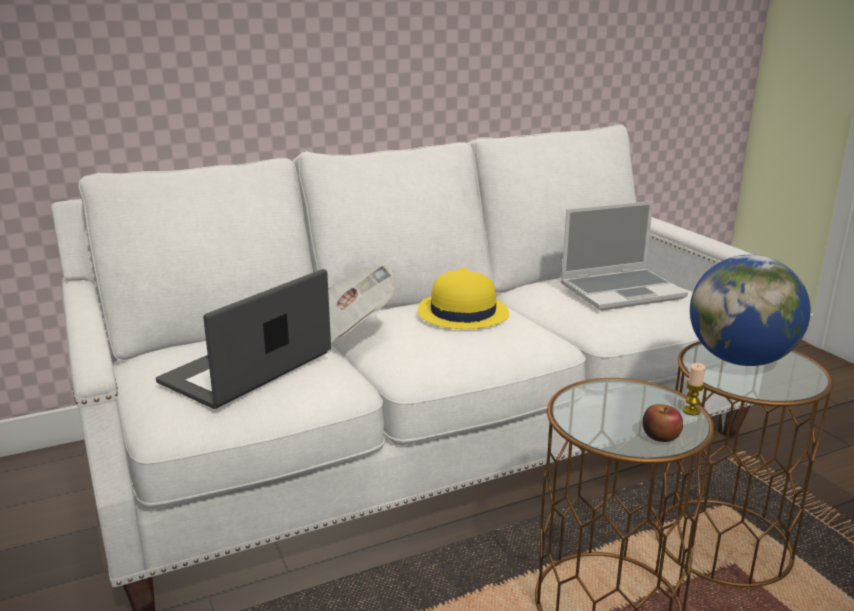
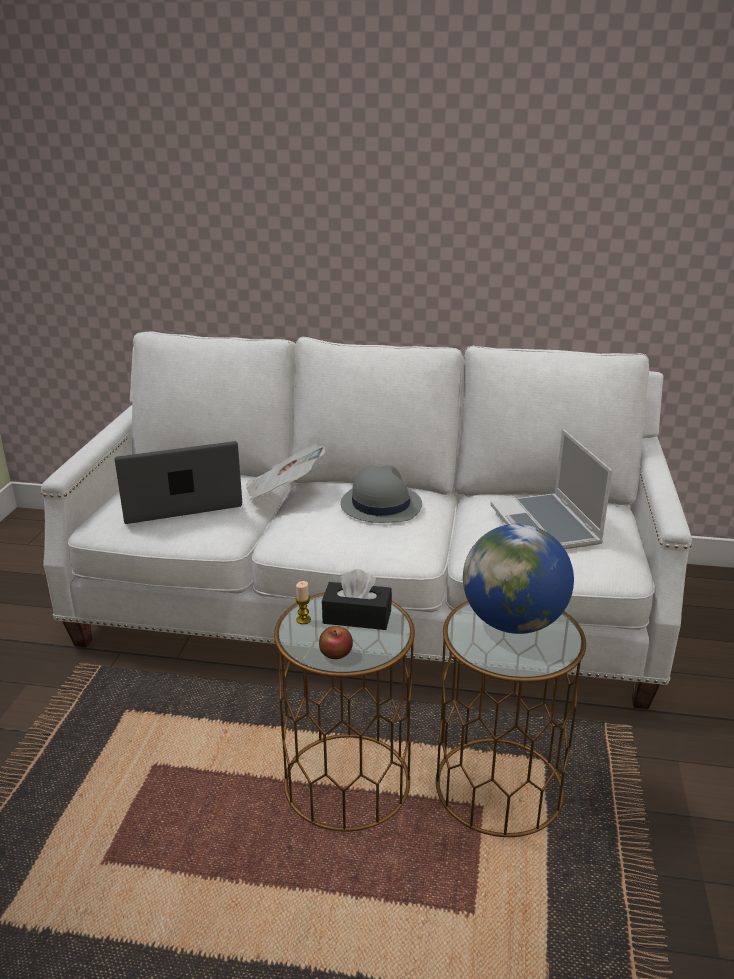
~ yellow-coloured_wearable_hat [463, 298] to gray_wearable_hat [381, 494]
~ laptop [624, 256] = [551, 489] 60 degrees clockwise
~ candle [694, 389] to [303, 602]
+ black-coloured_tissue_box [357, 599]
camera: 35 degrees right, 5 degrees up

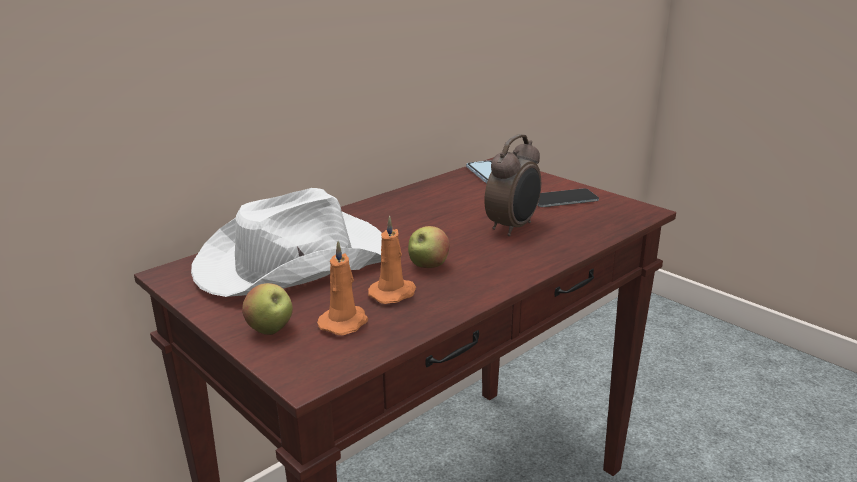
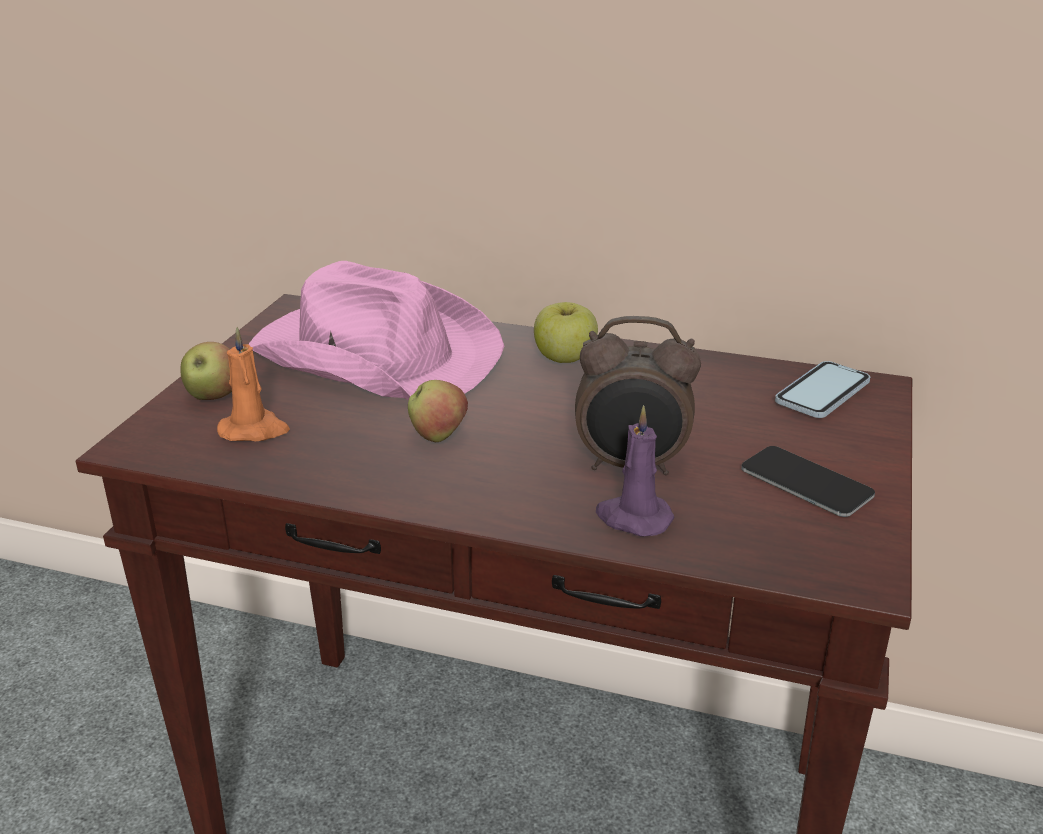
~ white_wearable_hat [286, 242] to pink-coloured_wearable_hat [376, 330]
- orangey_candle [392, 260]
+ apple_fruit [566, 332]
+ purple_candle [635, 470]
camera: 60 degrees right, 5 degrees up

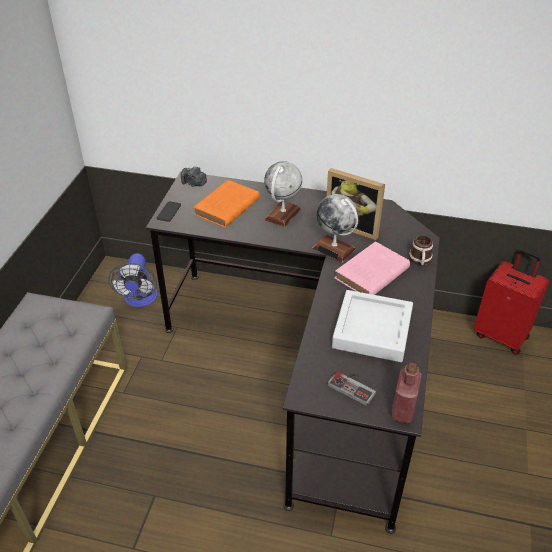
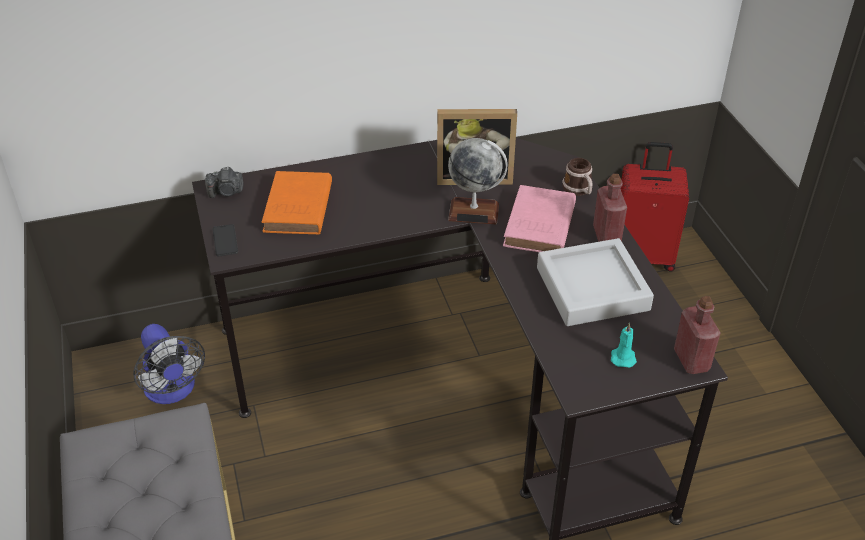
- desk_globe [283, 194]
~ game_controller [351, 388] to blue-green_candle [624, 345]
+ reddish_beverage_bottle [610, 208]
camera: 30 degrees left, 0 degrees up

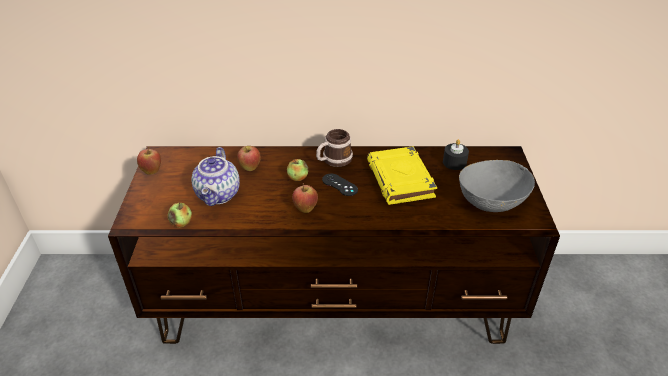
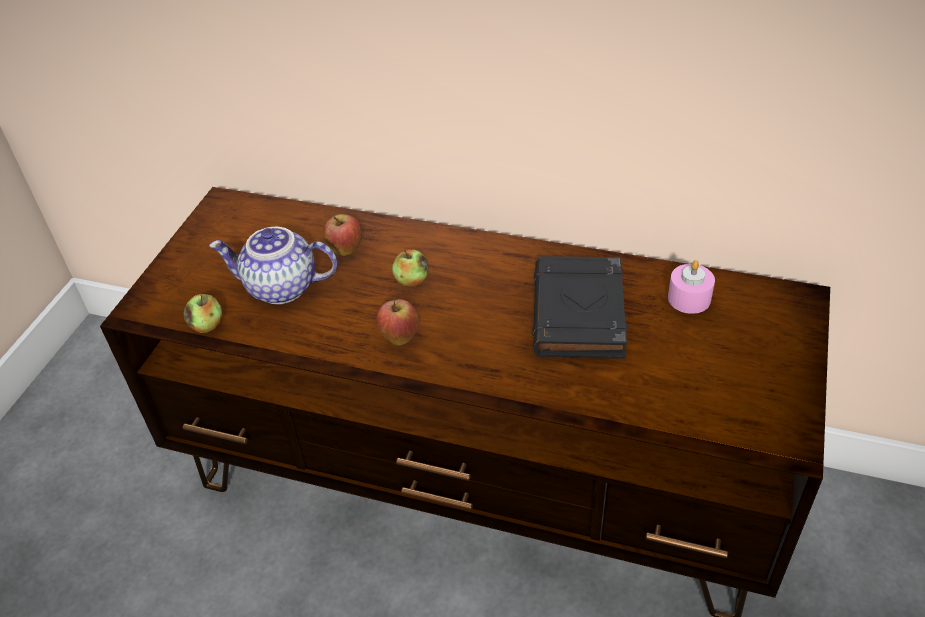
- apple_fruit [149, 161]
~ tea_pot [215, 176] = [273, 265] 75 degrees clockwise
- coffee_mug [334, 148]
- black-coloured_game_controller [340, 185]
~ yellow-coloured_bound_book [402, 175] to black-coloured_bound_book [580, 307]
~ black-coloured_candle [456, 154] to pink-coloured_candle [691, 287]
- gray_serving_bowl [497, 186]
camera: 20 degrees right, 5 degrees up

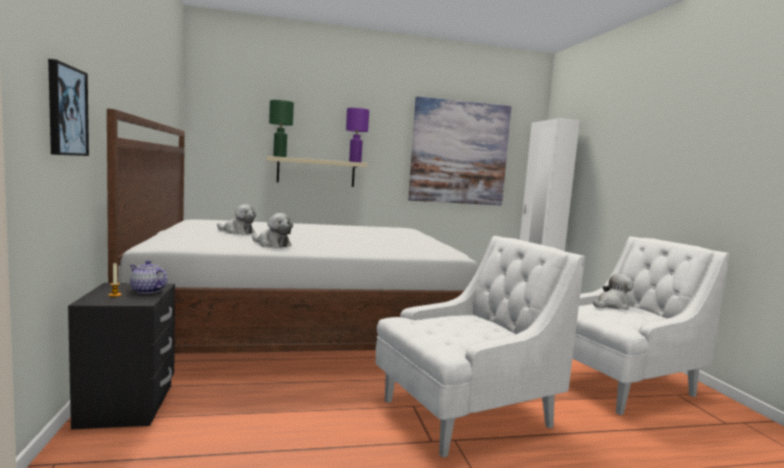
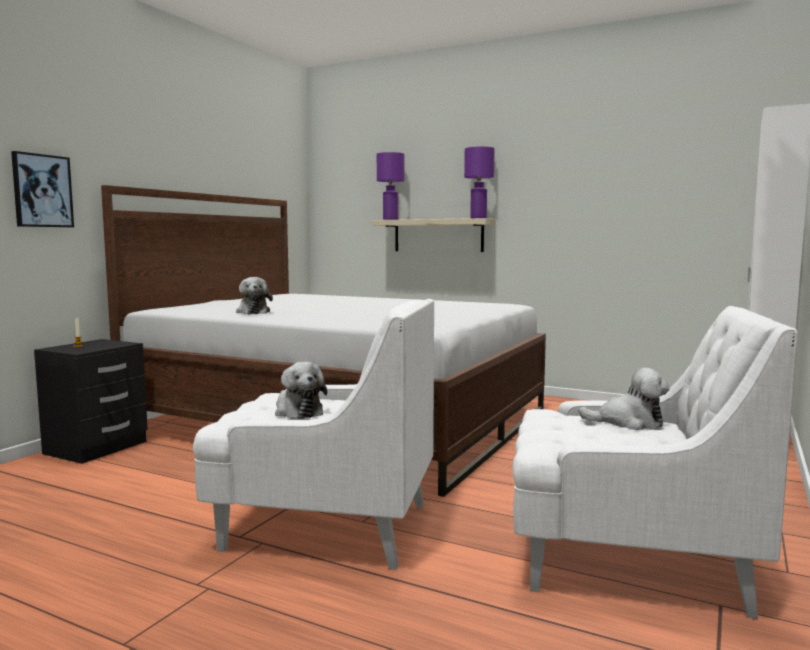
- tea_pot [149, 277]
~ cuddly_toy [236, 219] to [301, 390]
~ green_lamp_for_a_table [281, 128] to purple_lamp_for_a_table [391, 186]
- wall_art [460, 150]
camera: 40 degrees right, 0 degrees up

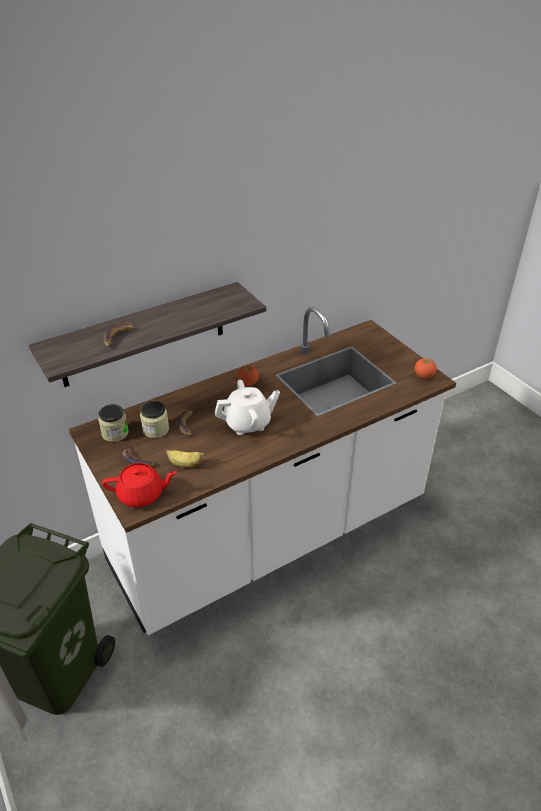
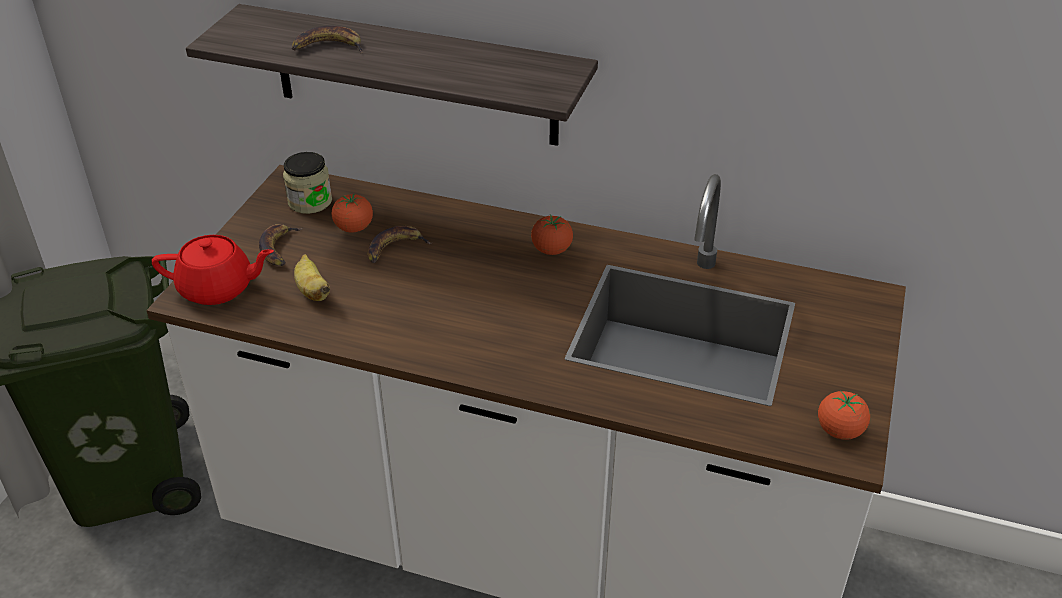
~ reddish_tea_pot [140, 485] = [213, 270] 45 degrees counterclockwise
~ jar [154, 419] to tomato [352, 213]
- white_tea_pot [247, 407]
camera: 50 degrees right, 0 degrees up

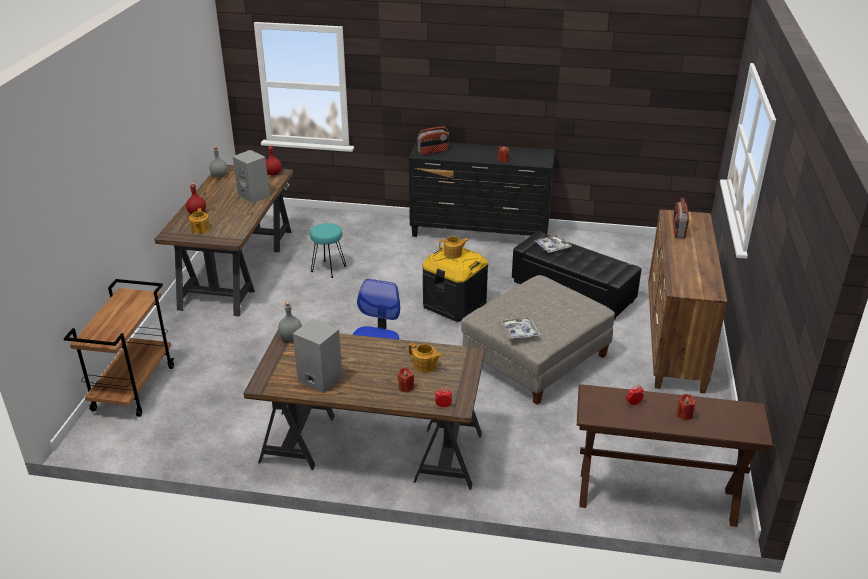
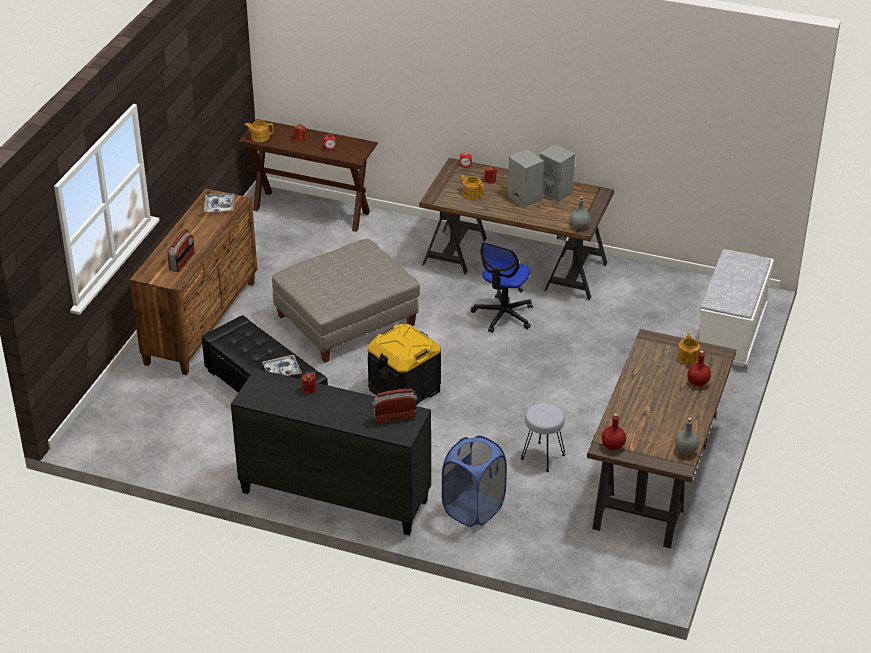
~ brown_trolley [119, 348] to white_long_seat [736, 308]
~ gray_speaker [251, 176] to [526, 178]
~ blue-green_stool [328, 250] to gray_stool [543, 437]
~ tea_pot [453, 247] to [259, 131]
~ carrying_tray [521, 328] to [219, 203]
+ bluish_laundry_basket [474, 481]
camera: 170 degrees left, 5 degrees up

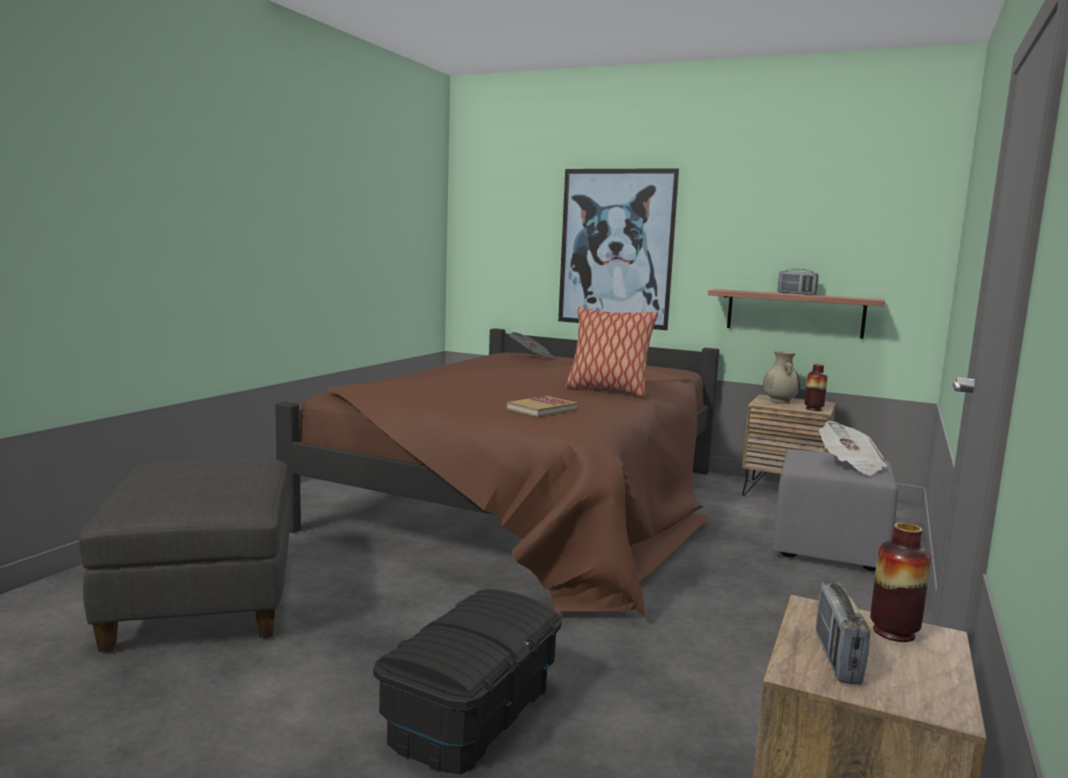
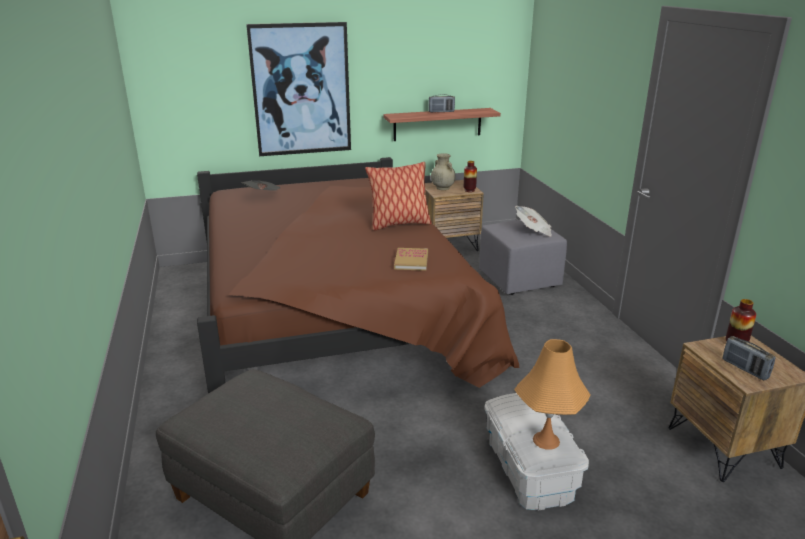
~ black-coloured_storage_container [467, 682] to white_storage_container [537, 452]
+ orangey_lamp_for_a_table [552, 394]
camera: 40 degrees left, 15 degrees up

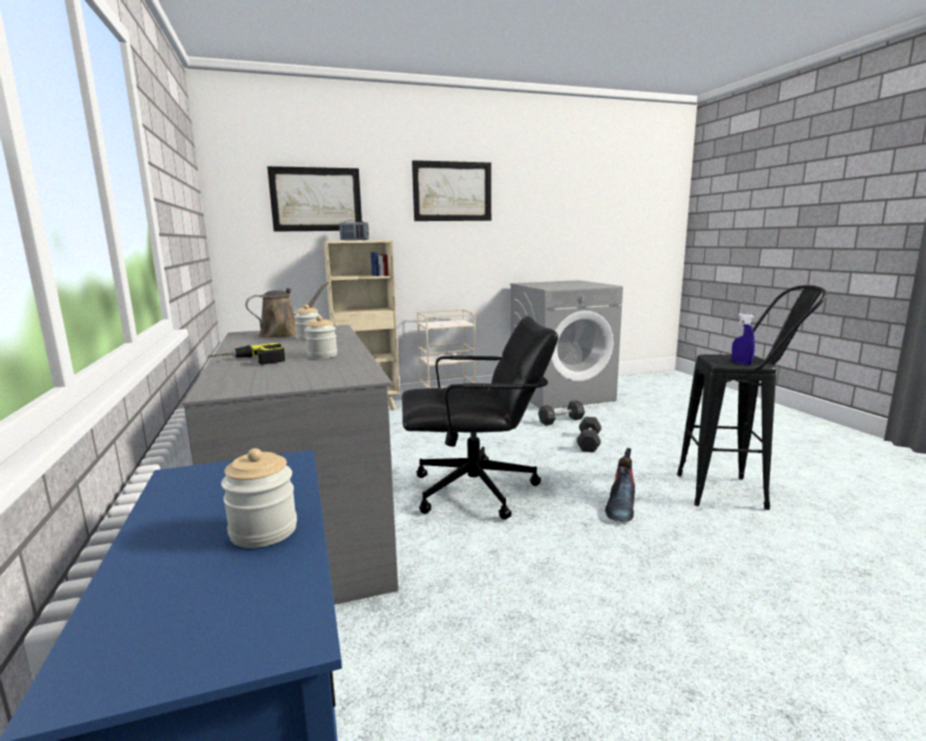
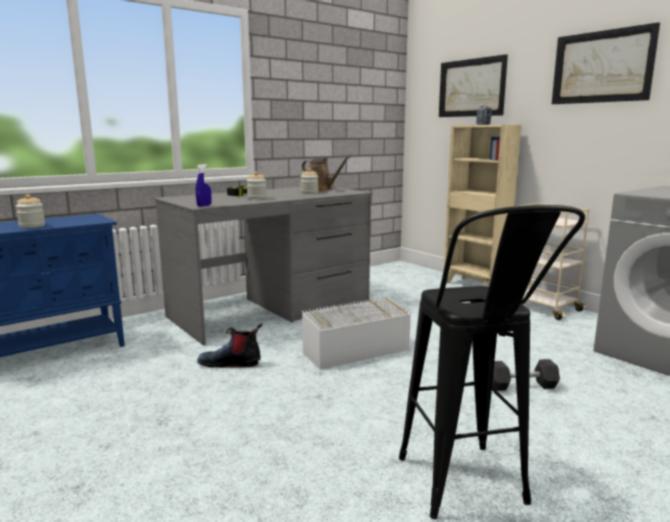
~ black-coloured_computer_chair [480, 417] to white_storage_container [356, 333]
- black-coloured_free_weight [561, 413]
~ boot [620, 485] to [230, 345]
~ bluish_spray_bottle [743, 339] to [203, 185]
camera: 70 degrees right, 0 degrees up

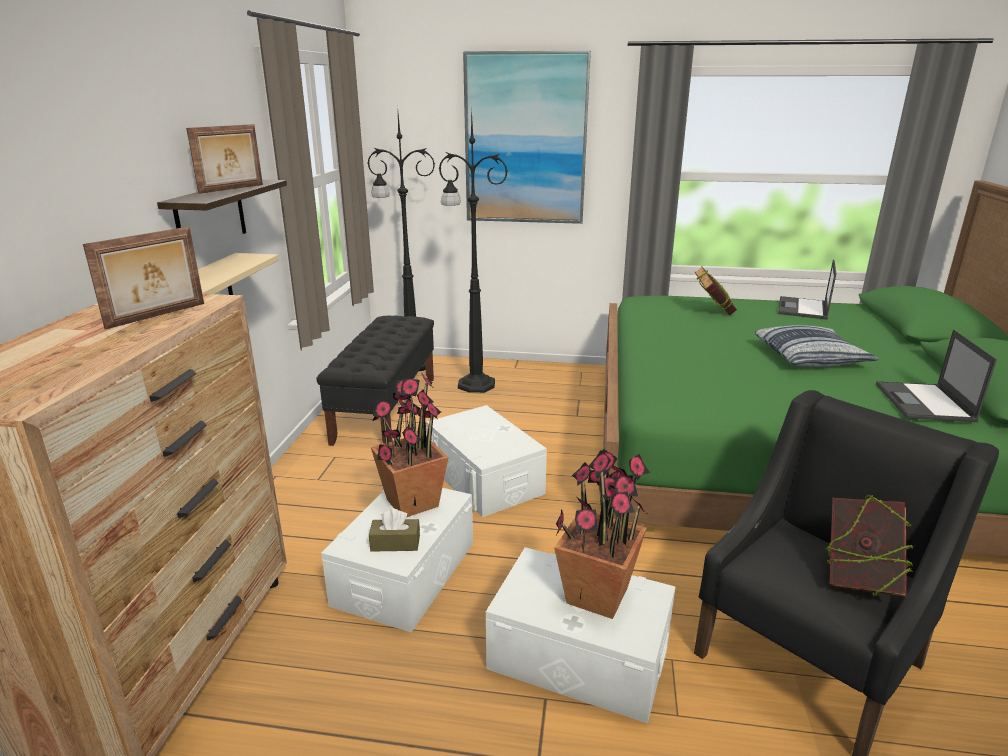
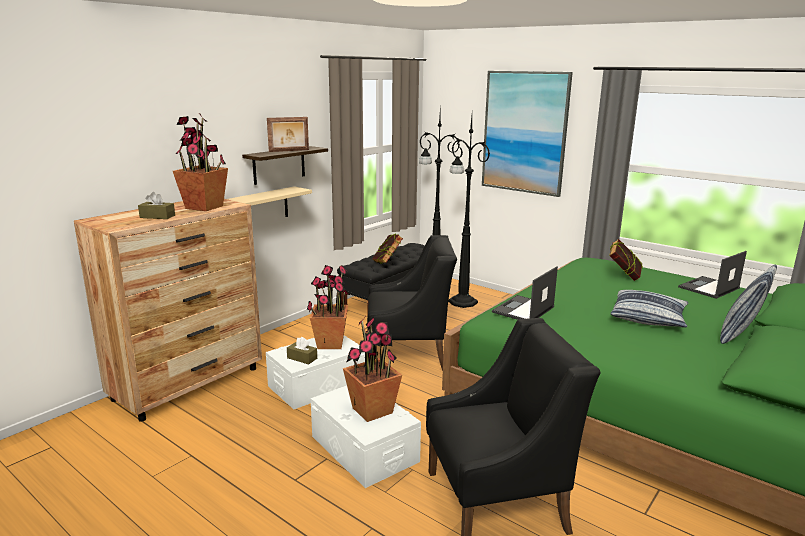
~ standing_frame [143, 278] to houseplant [200, 162]
~ white_storage_container [486, 461] to black-coloured_easy_chair [412, 303]
~ bound_book [869, 546] to [387, 248]
~ laptop [936, 376] to [525, 293]
+ brown_tissue_box [156, 205]
+ pillow [748, 304]
camera: 30 degrees right, 5 degrees down

